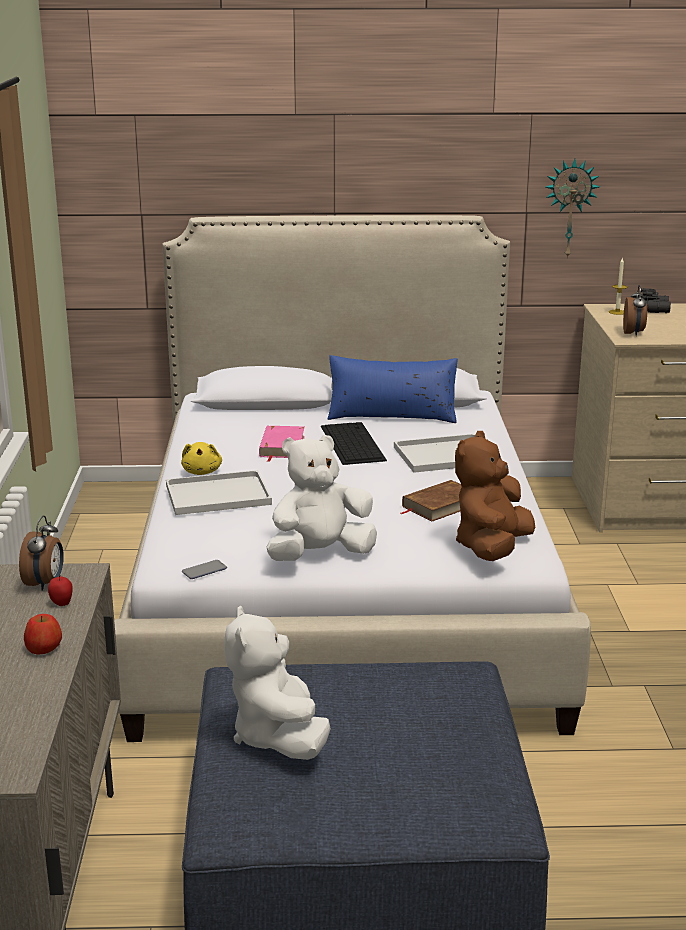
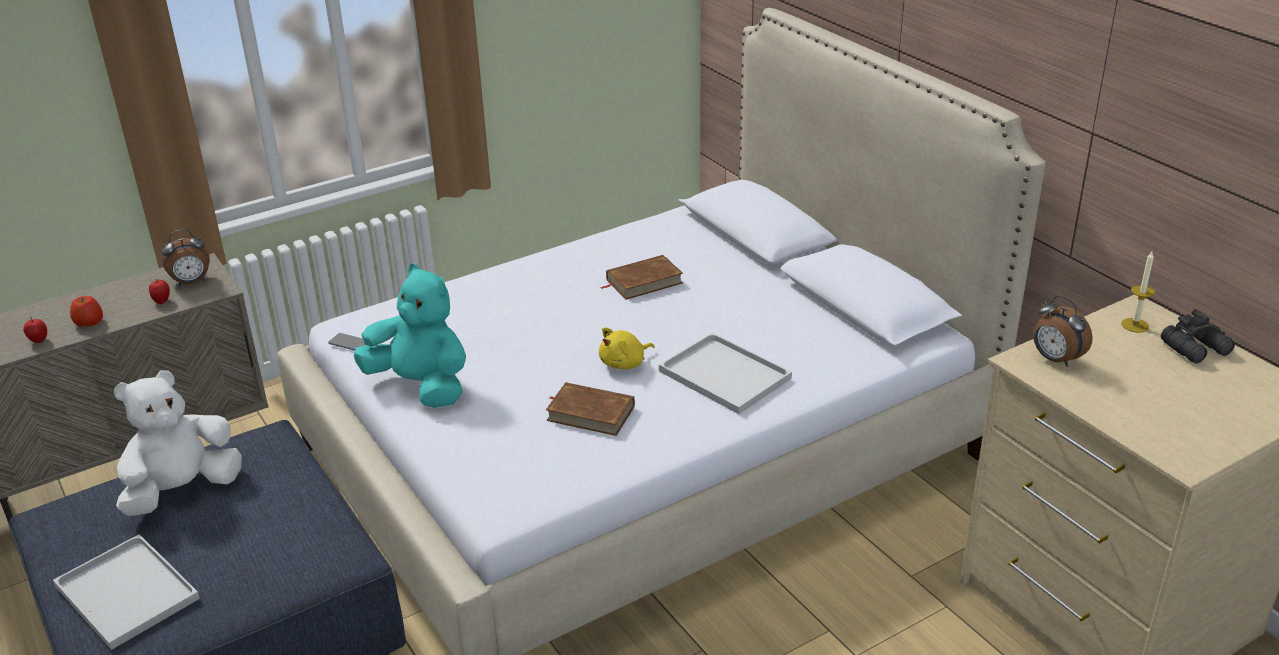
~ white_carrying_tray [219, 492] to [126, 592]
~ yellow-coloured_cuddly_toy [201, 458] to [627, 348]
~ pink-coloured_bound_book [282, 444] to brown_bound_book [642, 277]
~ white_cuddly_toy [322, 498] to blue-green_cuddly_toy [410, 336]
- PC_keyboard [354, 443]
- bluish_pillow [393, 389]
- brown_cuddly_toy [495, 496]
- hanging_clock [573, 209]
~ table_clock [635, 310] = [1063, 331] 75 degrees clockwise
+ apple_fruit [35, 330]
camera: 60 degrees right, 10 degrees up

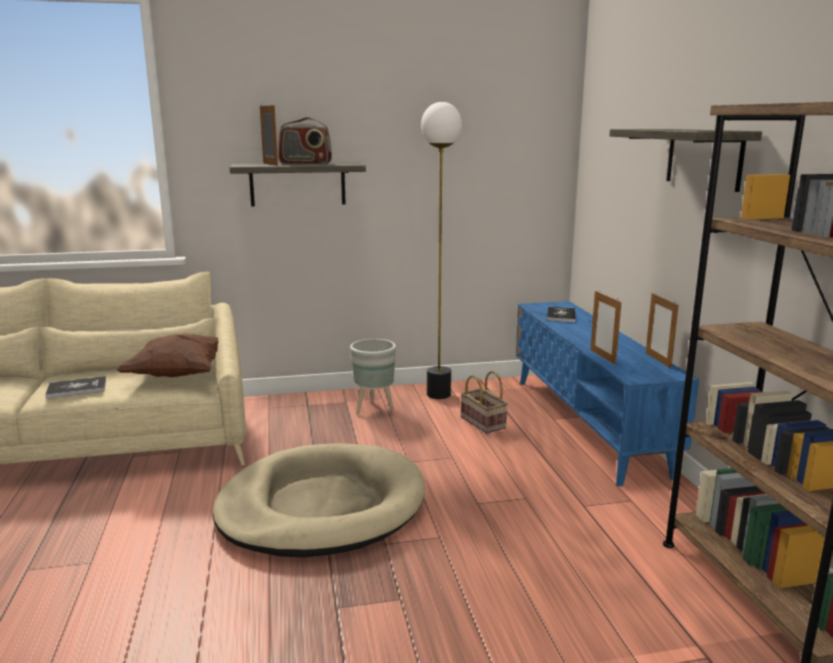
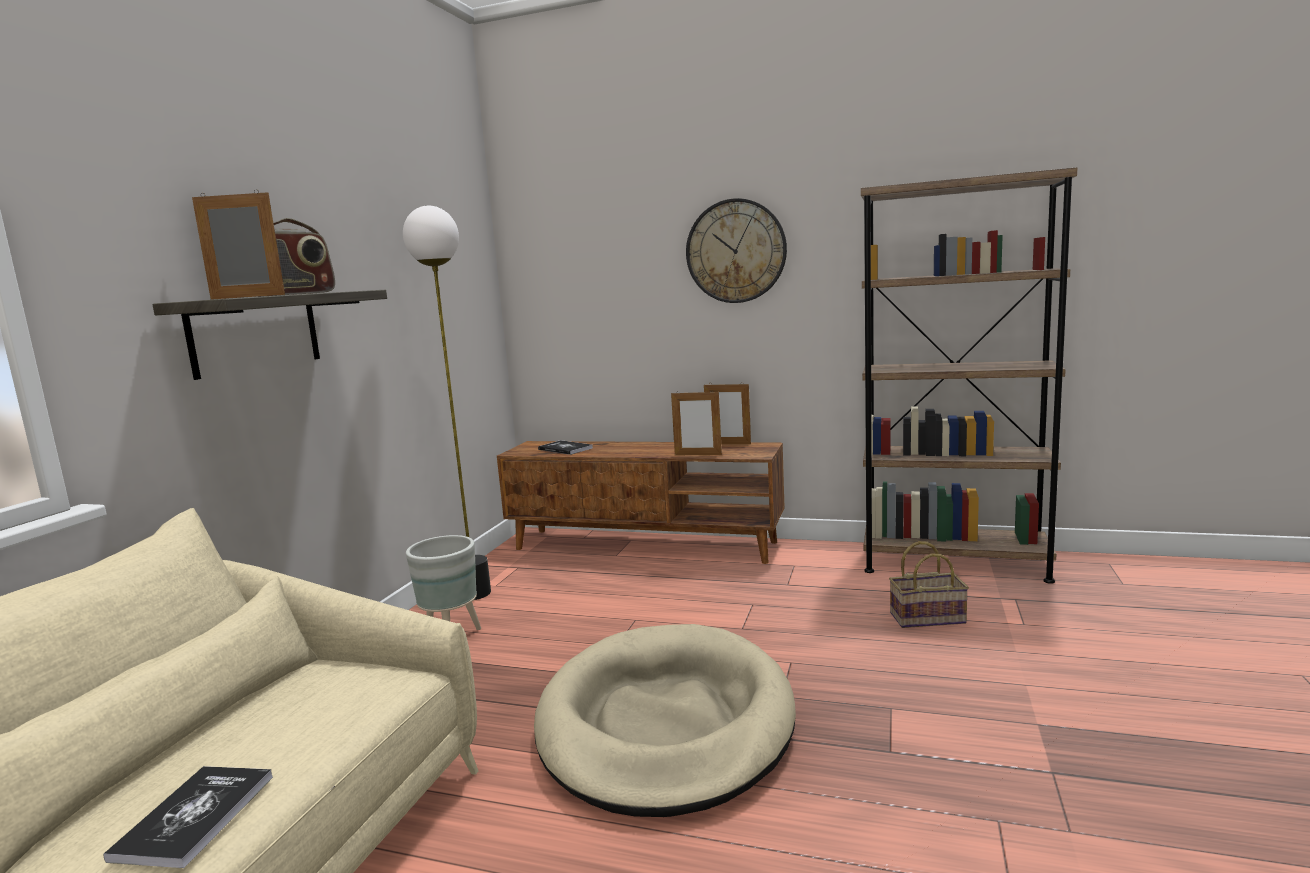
- brown_pillow [167, 355]
~ household_basket [484, 402] to [929, 584]
~ bluish_tv_unit [607, 394] to brown_tv_unit [641, 502]
~ bracket_shelf [685, 160] to hanging_clock [736, 250]
camera: 60 degrees left, 5 degrees down

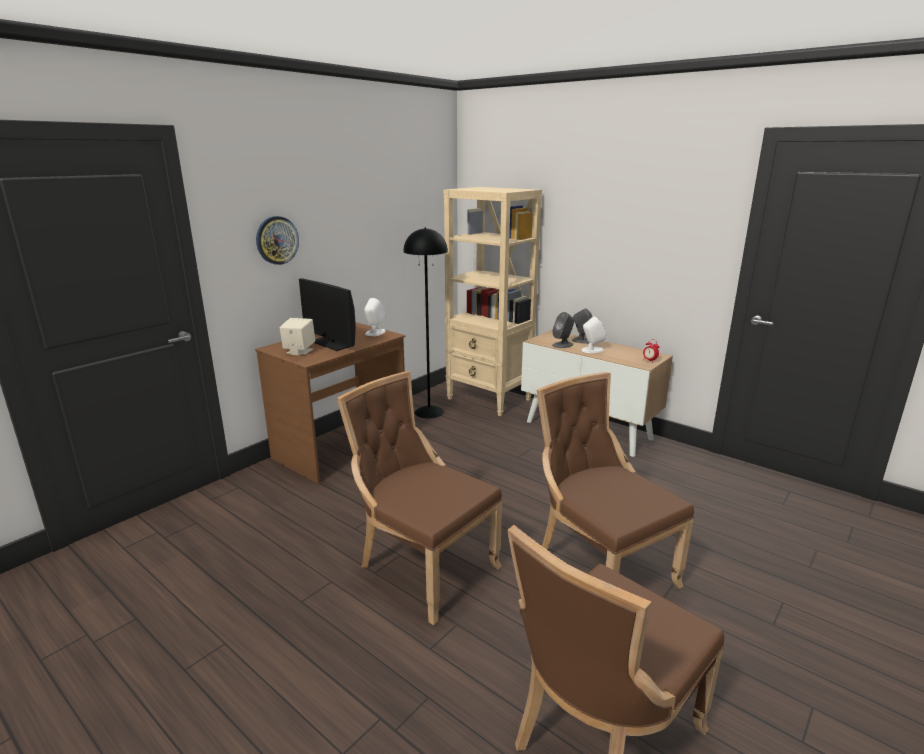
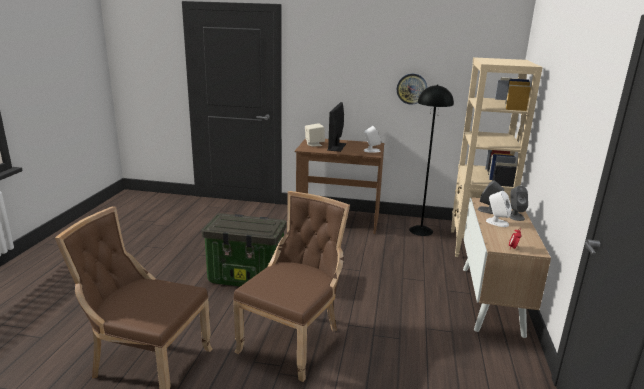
~ hanging_clock [277, 240] to [412, 89]
~ brown_upright_chair [420, 498] to storage_container [243, 250]
camera: 60 degrees right, 0 degrees up

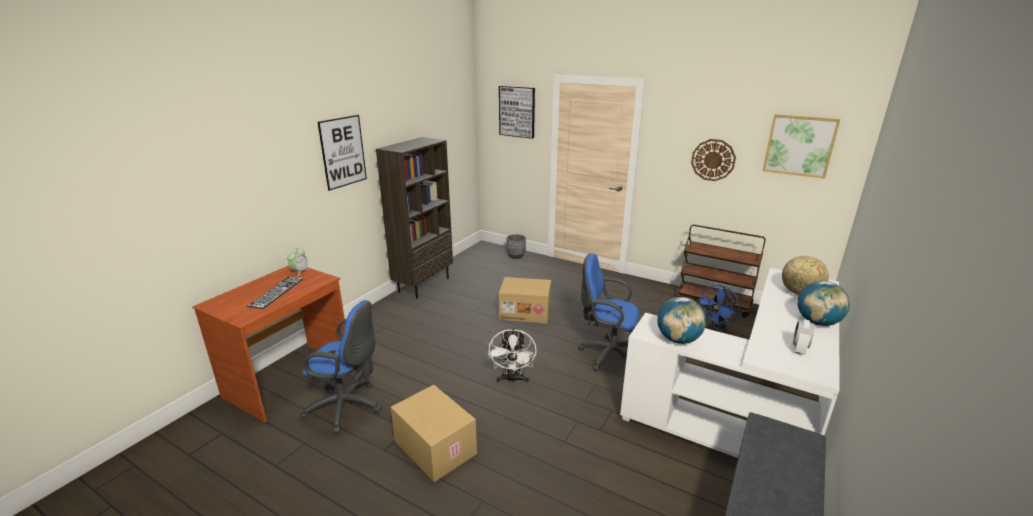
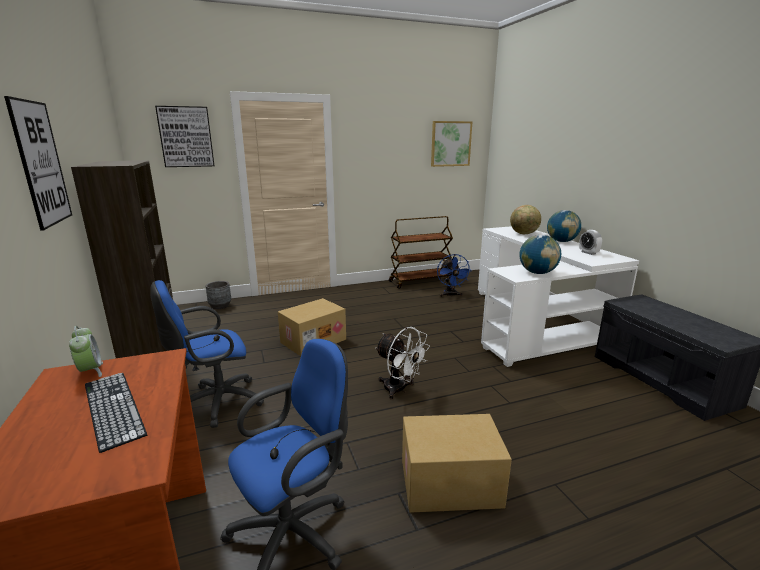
~ bluish_computer_chair [608, 312] to [207, 354]
- hanging_clock [713, 160]
camera: 50 degrees left, 5 degrees down

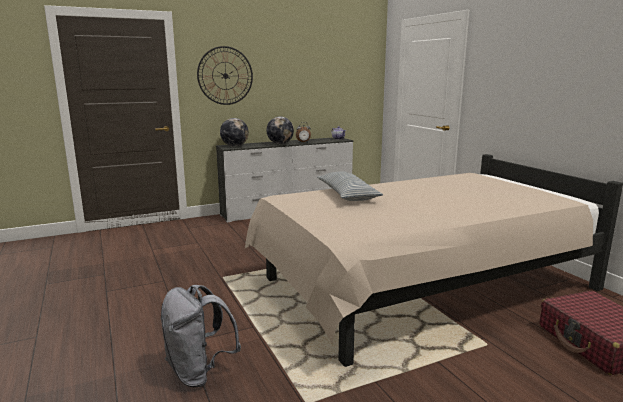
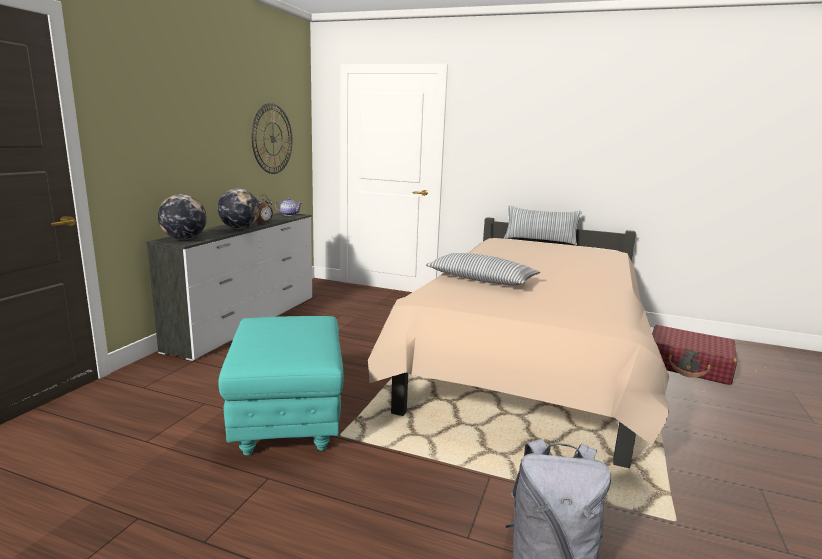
~ hanging_clock [225, 75] to [272, 138]
+ blue-green_ottoman [280, 385]
+ pillow [543, 225]
camera: 45 degrees left, 0 degrees up

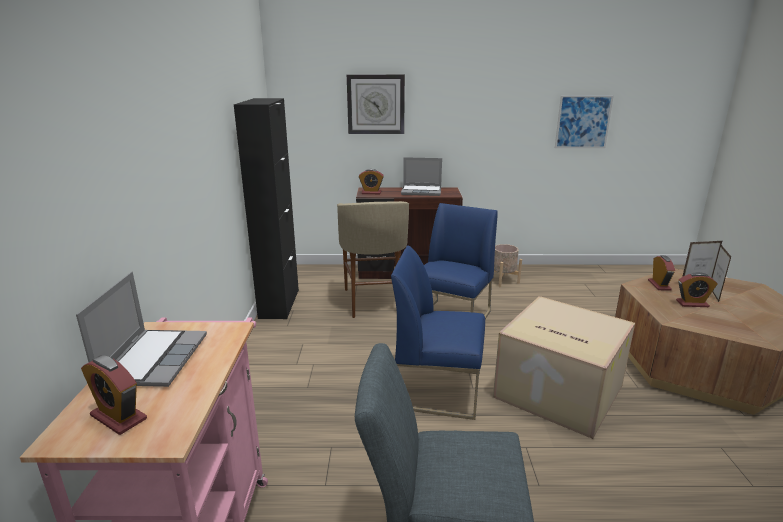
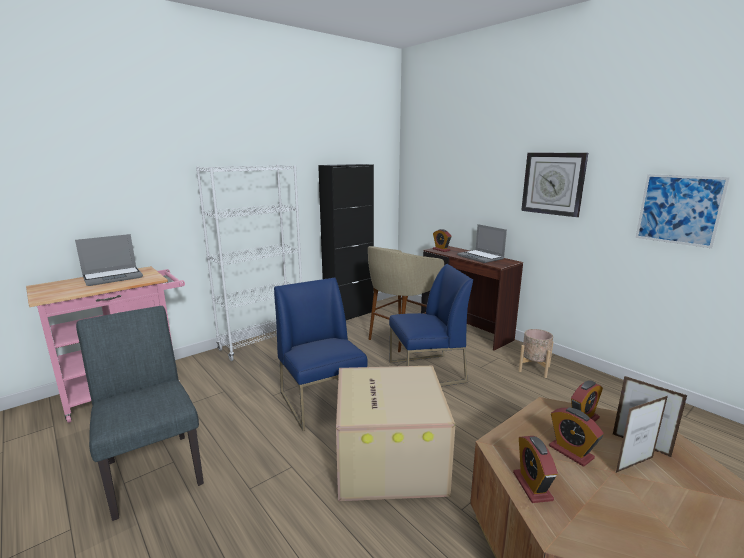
~ table_clock [114, 395] to [535, 469]
~ hanging_clock [376, 104] to [554, 185]
+ white_bookshelf [249, 263]
camera: 50 degrees right, 5 degrees down

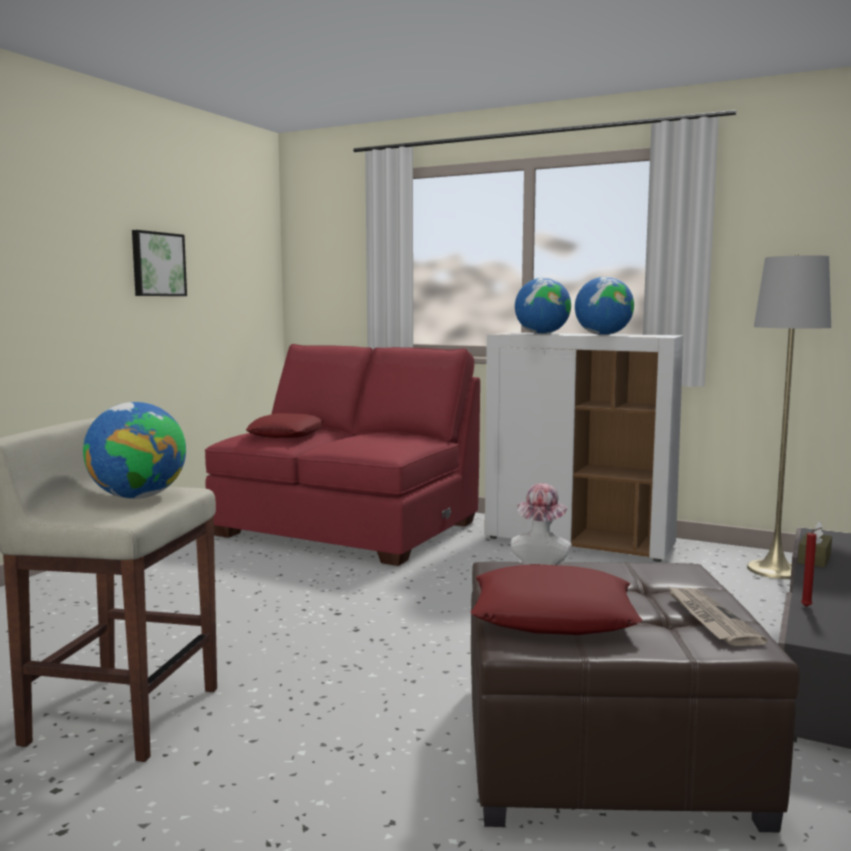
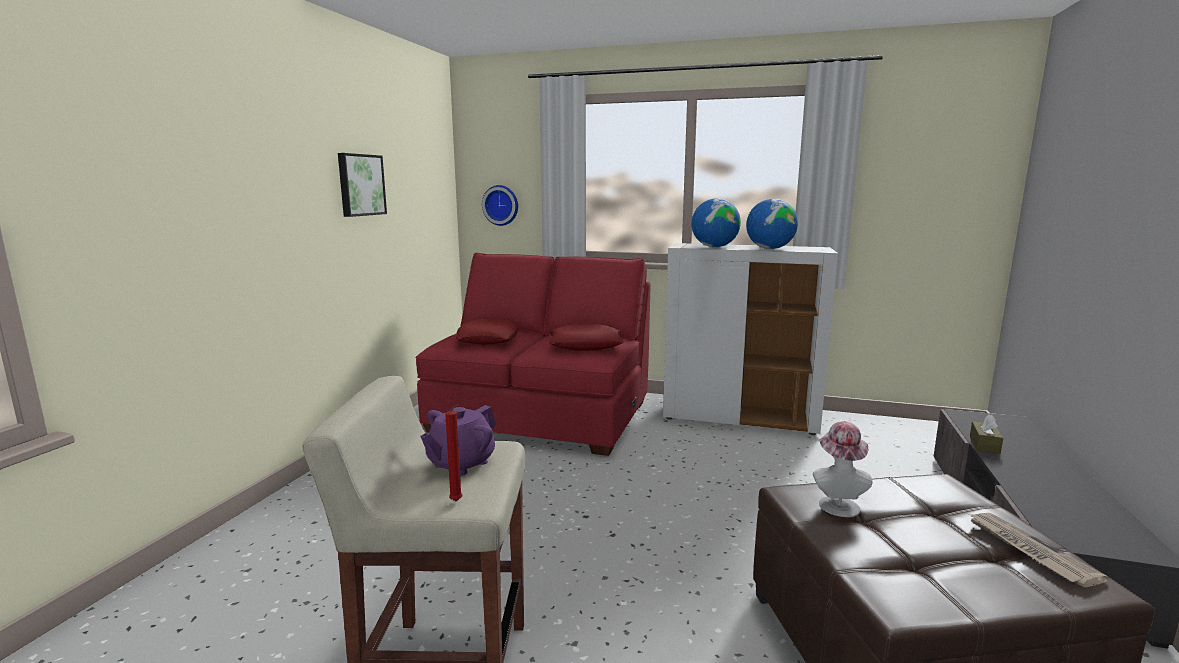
~ desk_globe [134, 450] to purple_tea_pot [458, 440]
~ reddish_pillow [557, 599] to [586, 337]
- gray_floor_lamp [789, 417]
~ reddish_candle [811, 567] to [453, 452]
+ hanging_clock [500, 205]
camera: 10 degrees left, 5 degrees up

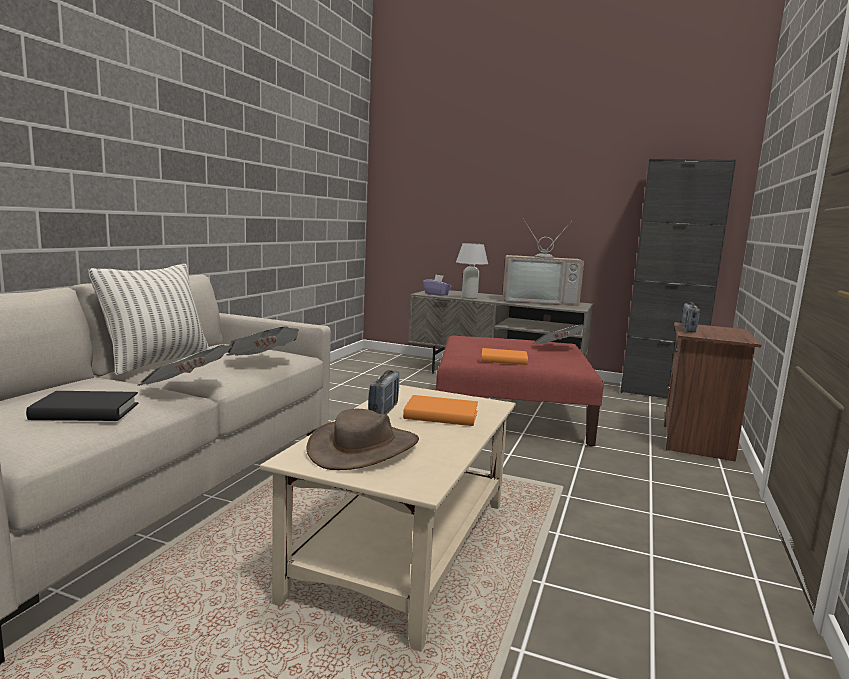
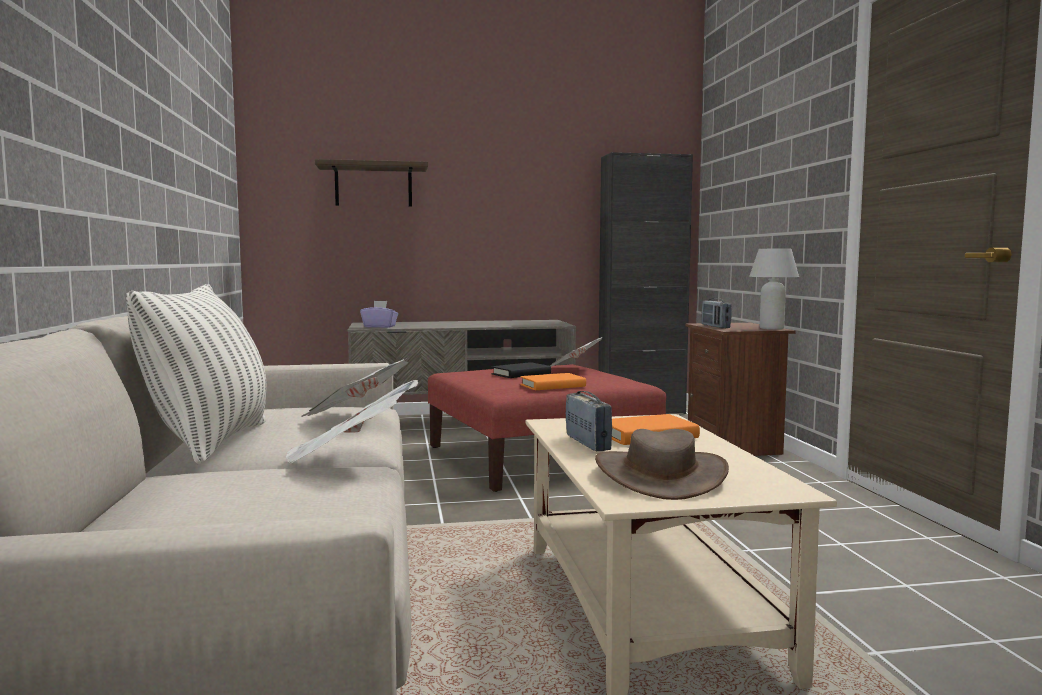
~ black-coloured_bound_book [82, 406] to [521, 370]
~ white_lamp_for_a_table [472, 271] to [774, 289]
- TV_set [543, 262]
+ bracket_shelf [371, 183]
camera: 30 degrees left, 5 degrees down

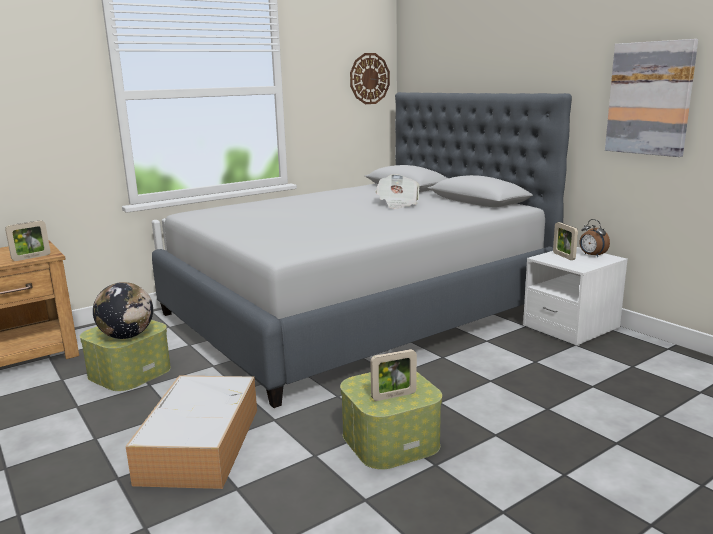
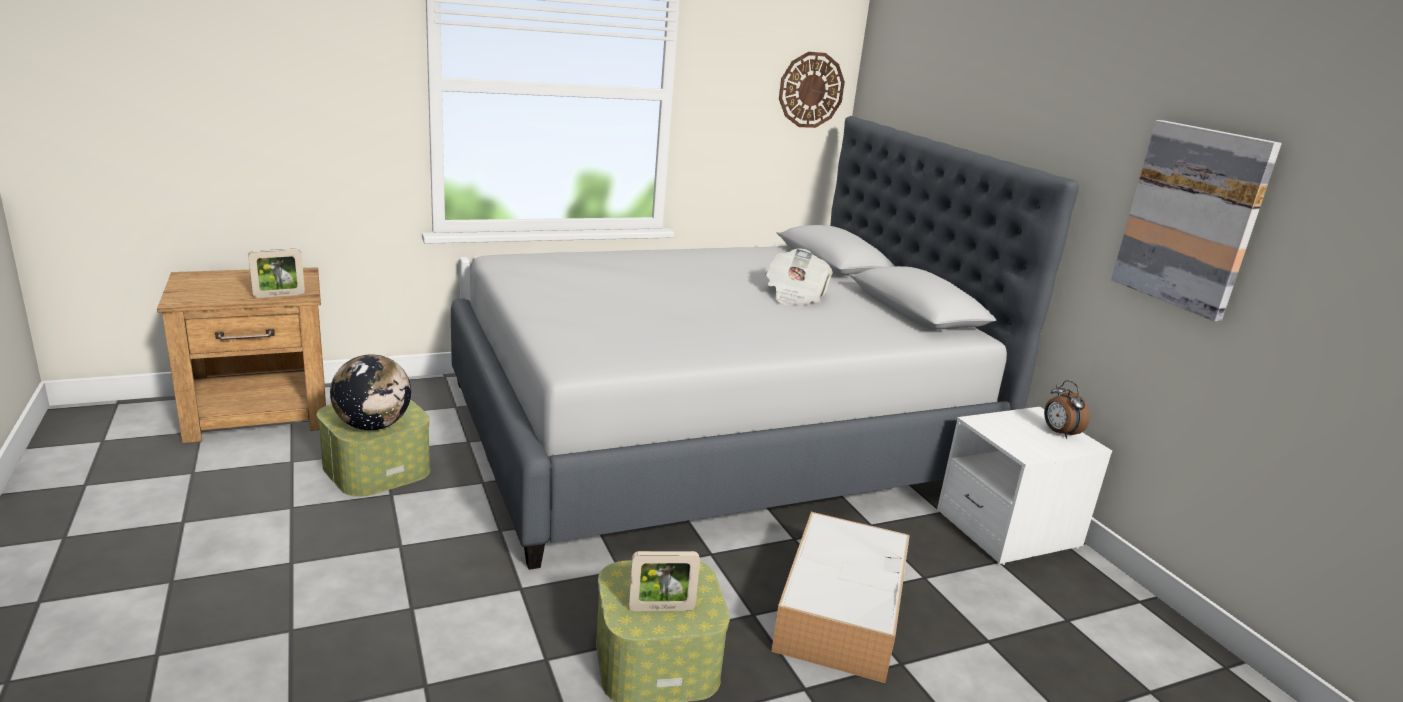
~ storage_container [191, 432] to [840, 597]
- standing_frame [565, 241]
camera: 10 degrees right, 5 degrees up

